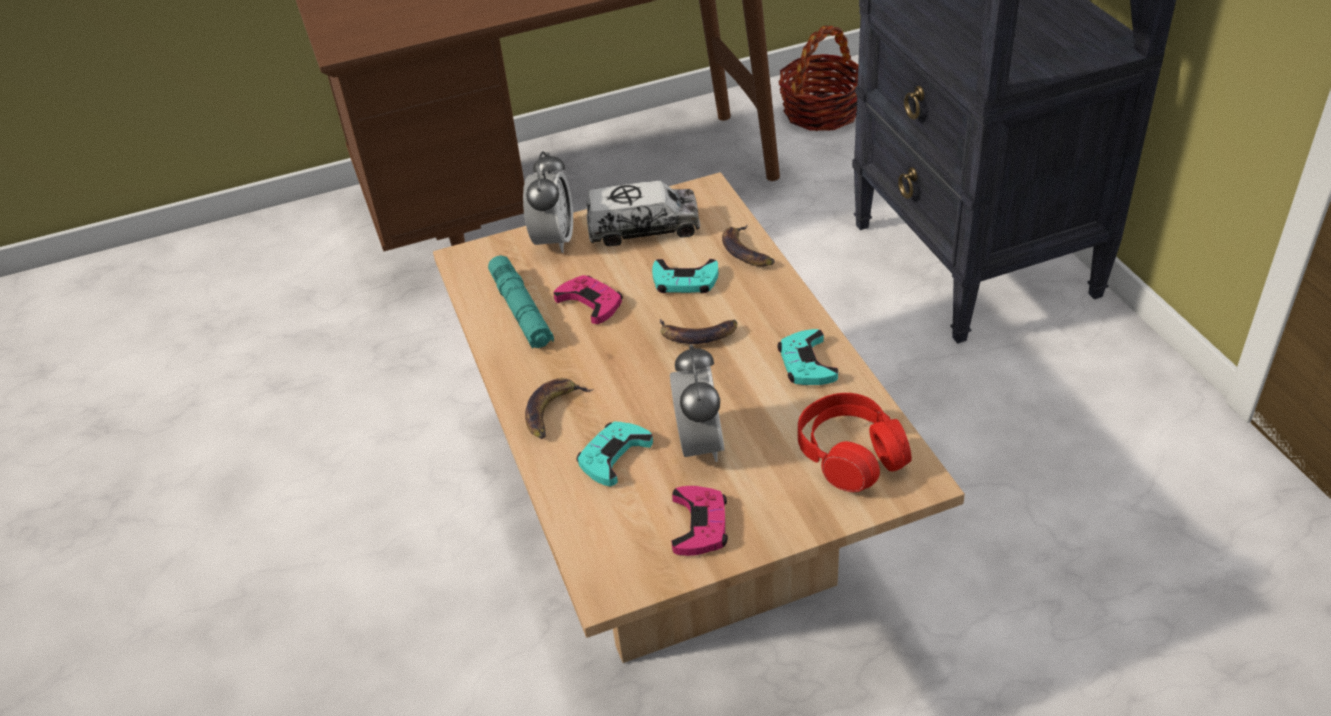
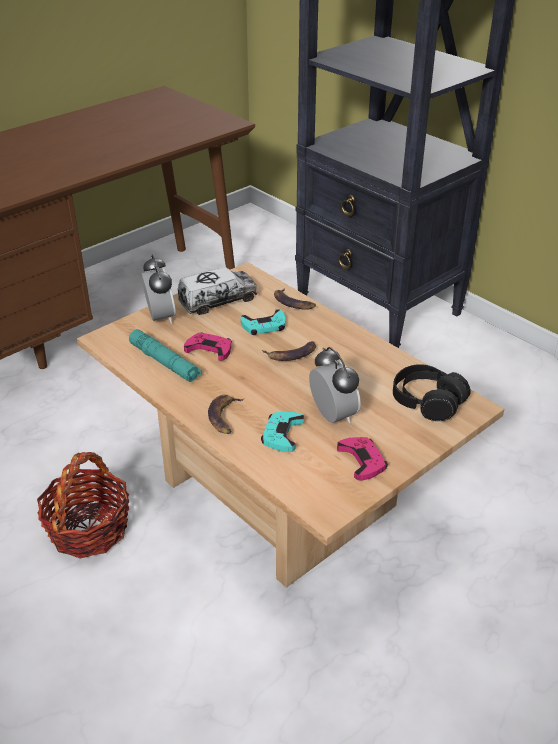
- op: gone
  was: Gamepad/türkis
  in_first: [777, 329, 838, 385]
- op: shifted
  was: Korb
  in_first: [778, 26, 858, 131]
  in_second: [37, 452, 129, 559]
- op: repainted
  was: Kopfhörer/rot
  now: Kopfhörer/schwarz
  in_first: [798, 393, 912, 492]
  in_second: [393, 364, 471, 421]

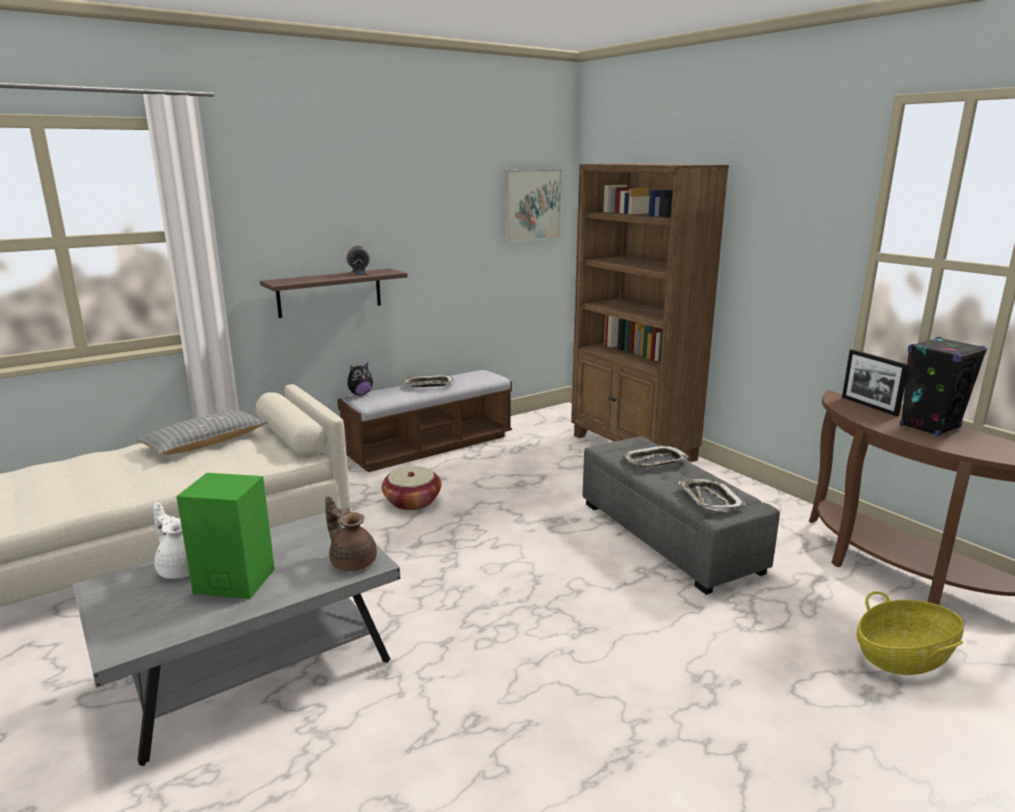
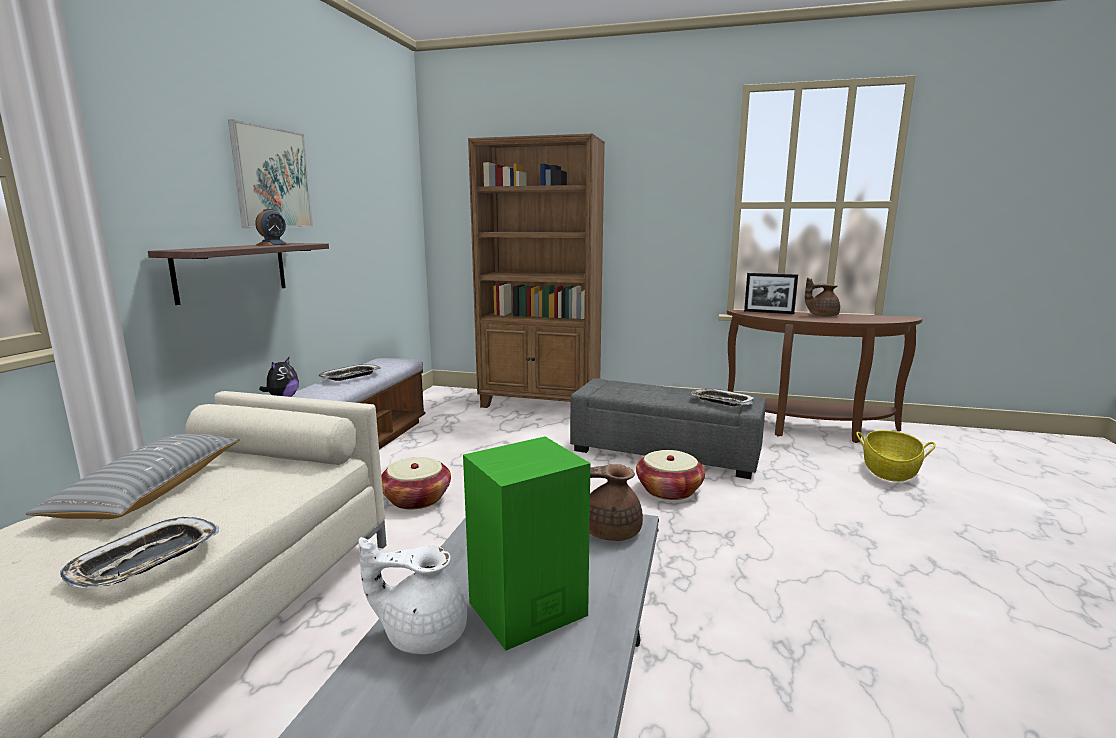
- op: shifted
  was: Bild
  in_first: [504, 169, 562, 243]
  in_second: [228, 119, 313, 228]
- op: shifted
  was: Tablett
  in_first: [622, 445, 688, 467]
  in_second: [60, 517, 219, 588]
- op: swapped
  was: Lautsprecher/schwarz
  now: Teekanne/braun
  in_first: [900, 337, 987, 437]
  in_second: [805, 278, 840, 316]
- op: new
  now: Korb
  in_second: [636, 450, 705, 500]

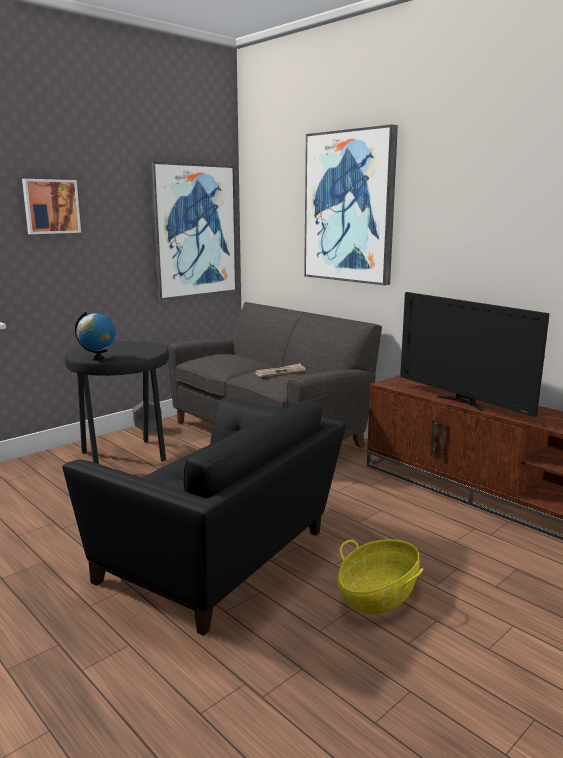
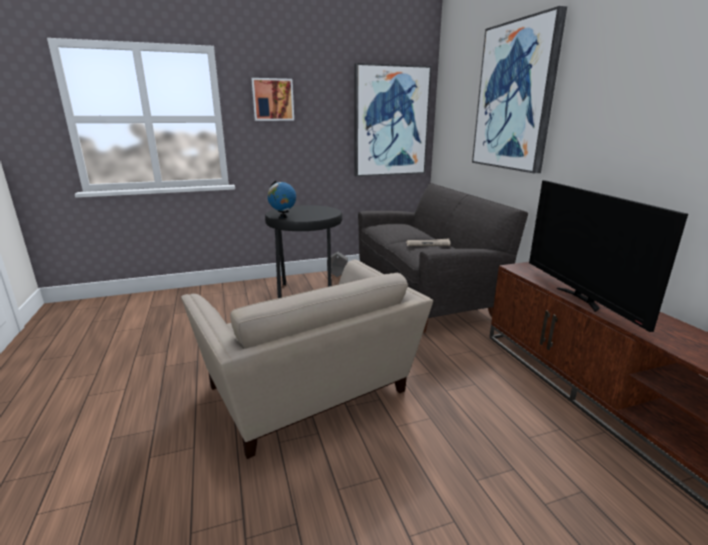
- op: repainted
  was: Sessel/schwarz
  now: Sessel/beige
  in_first: [62, 397, 346, 636]
  in_second: [181, 259, 433, 459]
- op: gone
  was: Korb
  in_first: [337, 539, 423, 615]

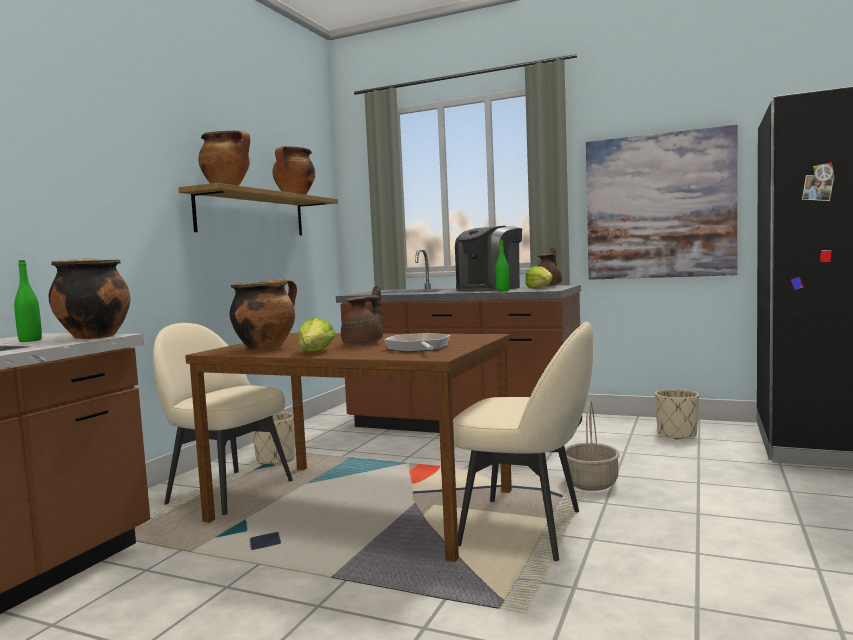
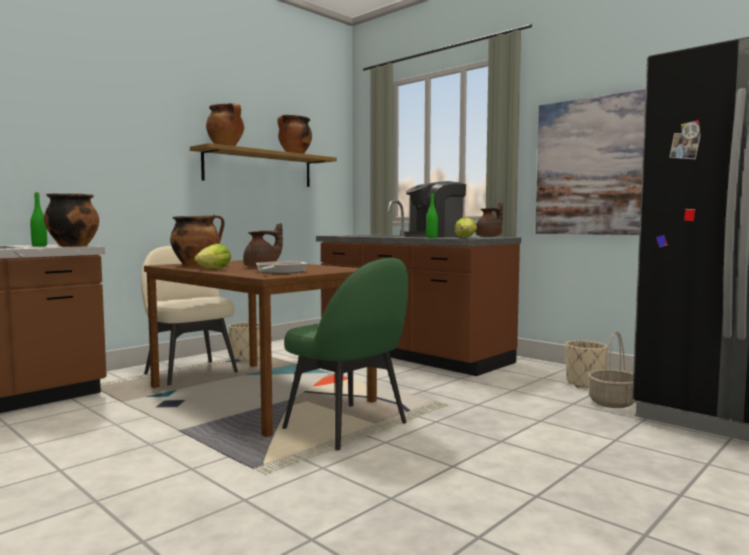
- op: repainted
  was: Stuhl/beige
  now: Stuhl/grün
  in_first: [453, 321, 593, 561]
  in_second: [283, 258, 408, 450]
- op: shifted
  was: Korb
  in_first: [565, 400, 620, 491]
  in_second: [588, 331, 635, 408]

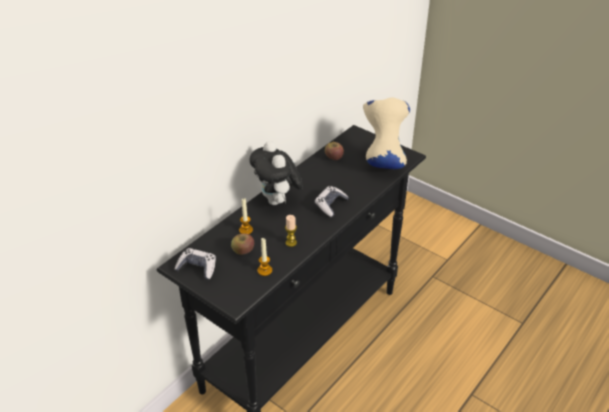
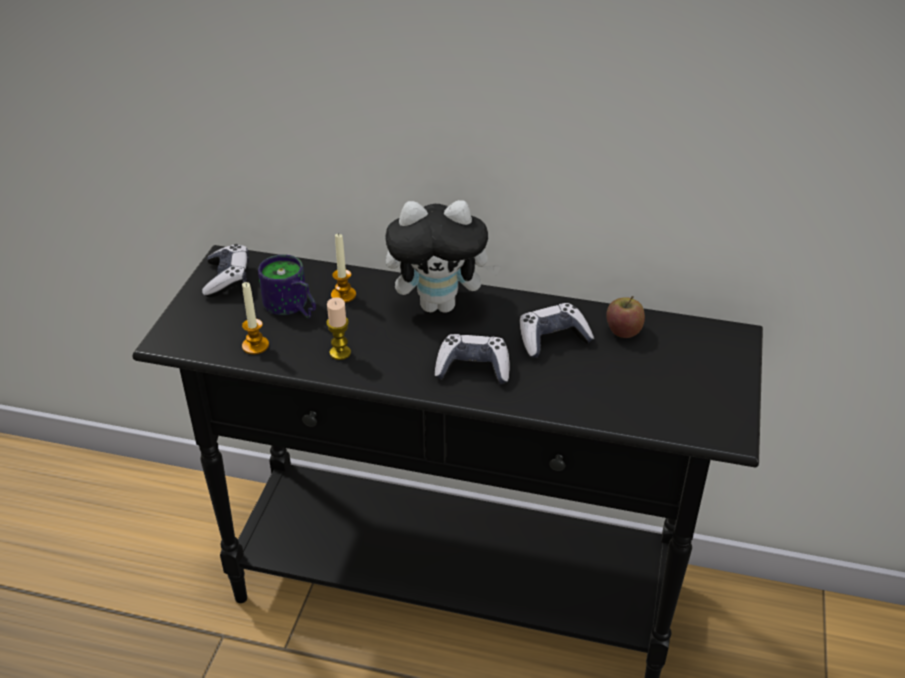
- op: swapped
  was: Apfel
  now: Henkelbecher
  in_first: [231, 233, 254, 255]
  in_second: [258, 254, 316, 318]
- op: rotated
  was: Plüschtier
  in_first: [249, 141, 303, 205]
  in_second: [385, 200, 501, 313]
  clockwise: -135
- op: gone
  was: Vase/beige
  in_first: [363, 97, 410, 169]
- op: new
  now: Gamepad
  in_second: [520, 303, 594, 358]

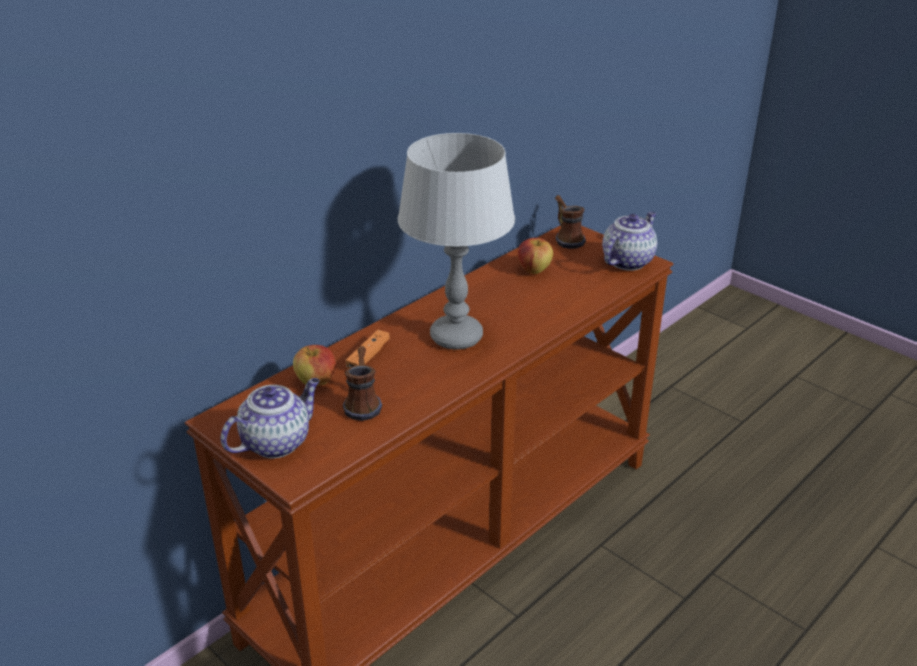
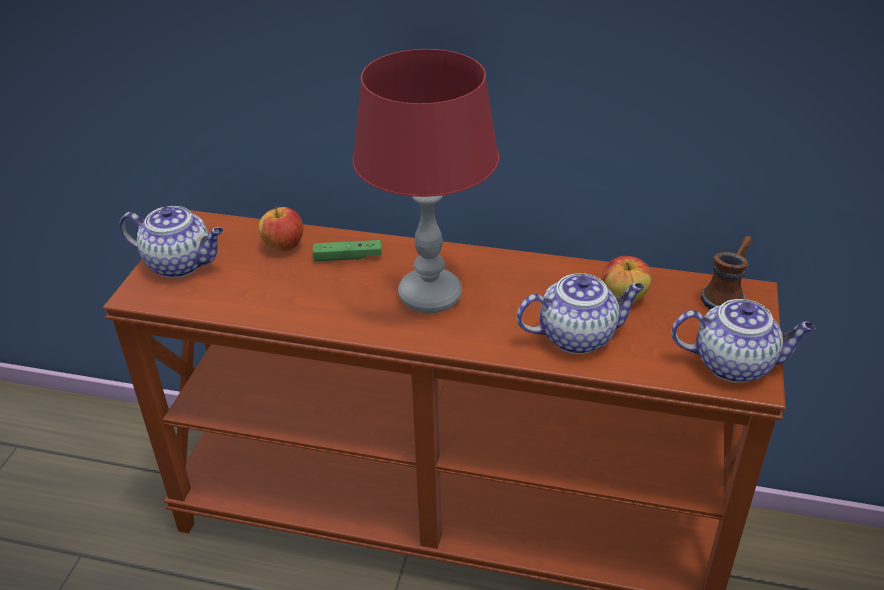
- op: gone
  was: Henkelbecher
  in_first: [343, 346, 382, 421]
- op: repainted
  was: Gamepad/orange
  now: Gamepad/grün
  in_first: [346, 330, 390, 369]
  in_second: [313, 240, 382, 261]
- op: repainted
  was: Tischlampe/grau
  now: Tischlampe/rot
  in_first: [398, 133, 515, 350]
  in_second: [353, 49, 499, 313]
- op: new
  now: Teekanne
  in_second: [516, 273, 645, 354]

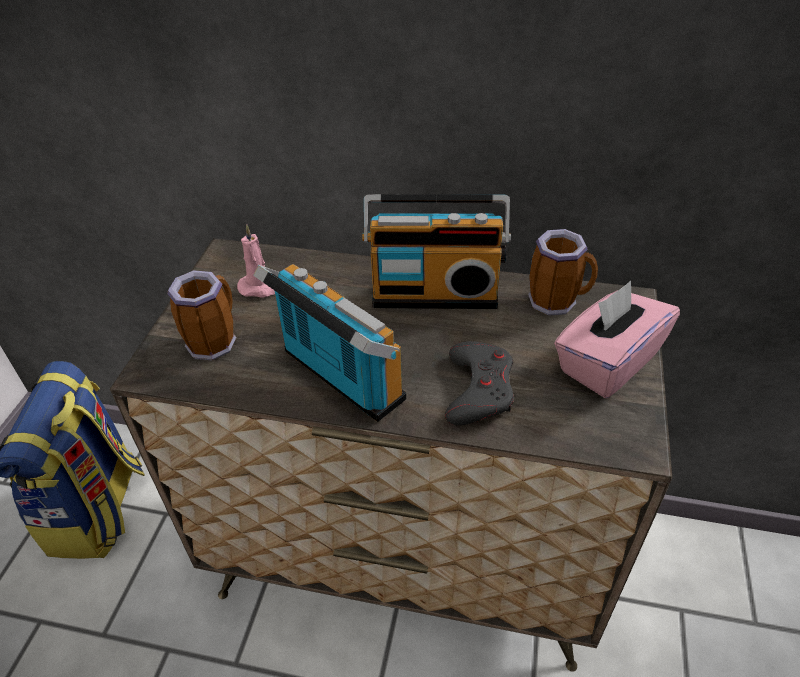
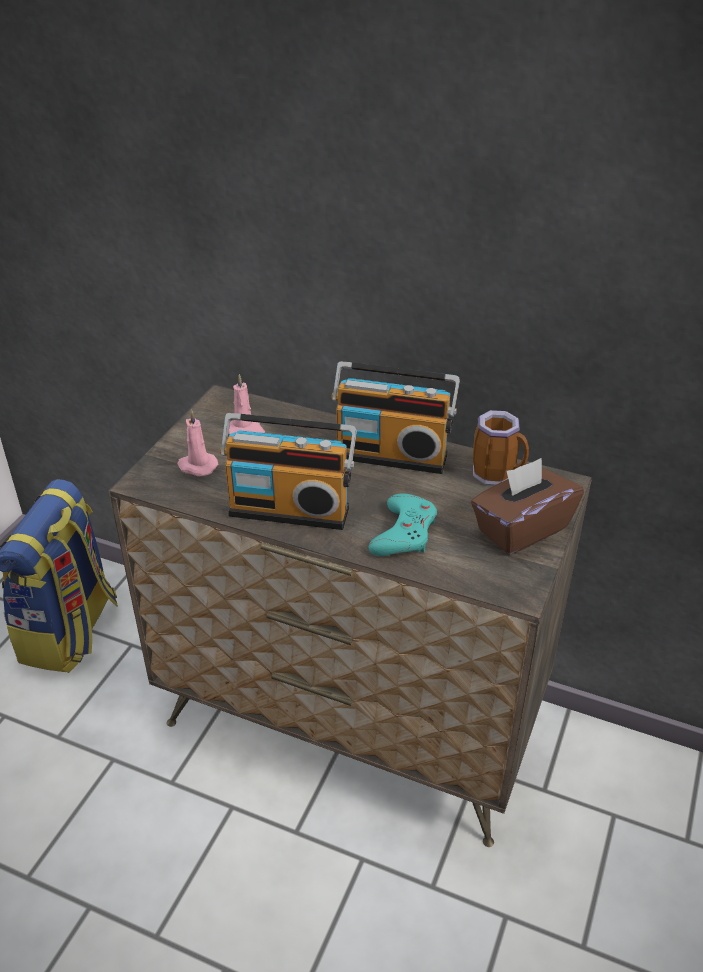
- op: swapped
  was: Henkelbecher
  now: Kerze/rosa
  in_first: [167, 270, 236, 361]
  in_second: [178, 410, 218, 476]
- op: rotated
  was: Radio
  in_first: [253, 264, 406, 422]
  in_second: [220, 413, 357, 530]
  clockwise: 135
- op: repainted
  was: Gamepad/grau
  now: Gamepad/türkis
  in_first: [445, 341, 514, 425]
  in_second: [369, 494, 437, 556]
- op: repainted
  was: Taschentuchbox/rosa
  now: Taschentuchbox/braun
  in_first: [554, 281, 680, 398]
  in_second: [471, 458, 584, 554]

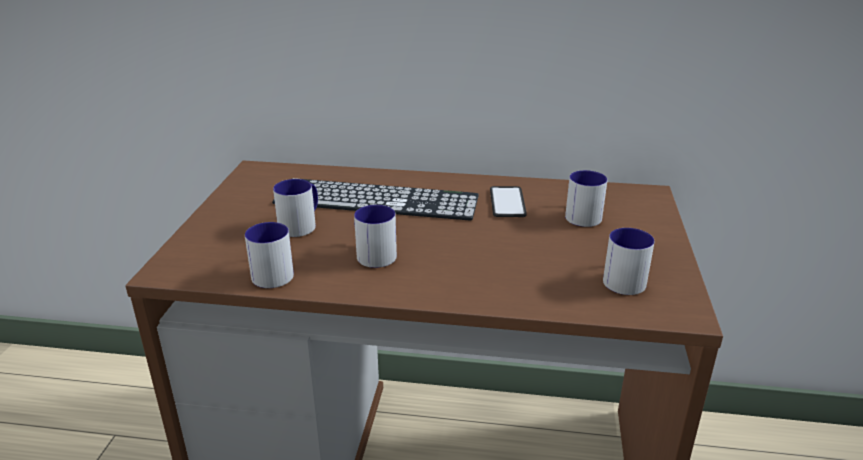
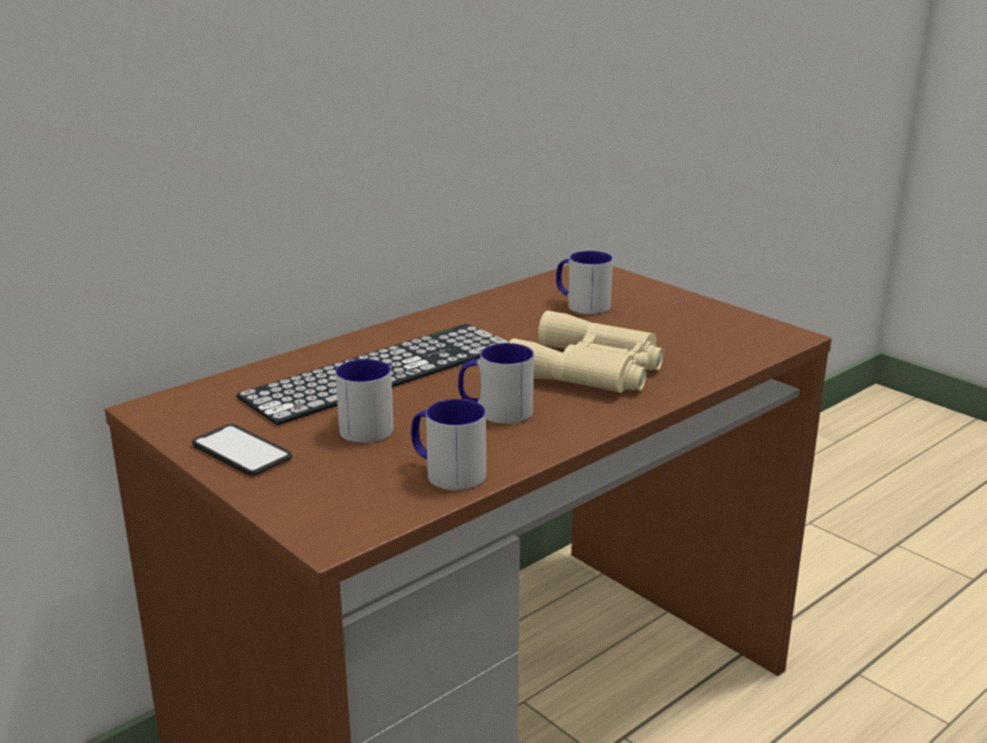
- op: shifted
  was: Handy
  in_first: [490, 186, 527, 217]
  in_second: [192, 424, 292, 476]
- op: gone
  was: Henkelbecher
  in_first: [603, 228, 655, 295]
- op: new
  now: Fernglas/beige
  in_second: [509, 311, 663, 393]

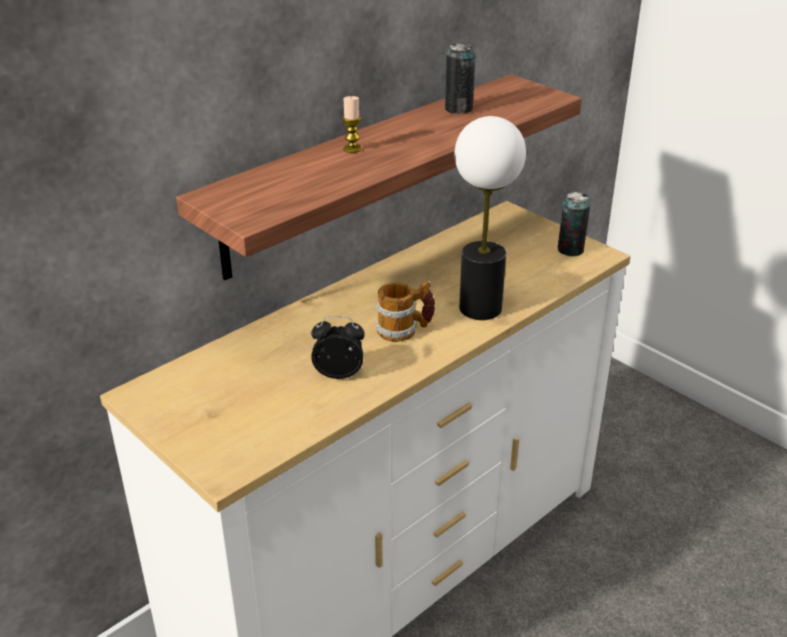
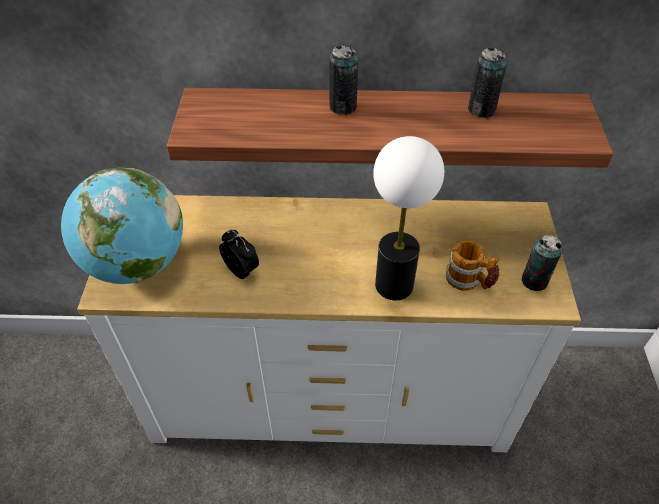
- op: swapped
  was: Kerze
  now: Dose
  in_first: [342, 96, 362, 153]
  in_second: [329, 45, 358, 115]
- op: shifted
  was: Henkelbecher
  in_first: [375, 280, 435, 342]
  in_second: [446, 240, 500, 291]
- op: new
  now: Globus
  in_second: [61, 168, 183, 284]

